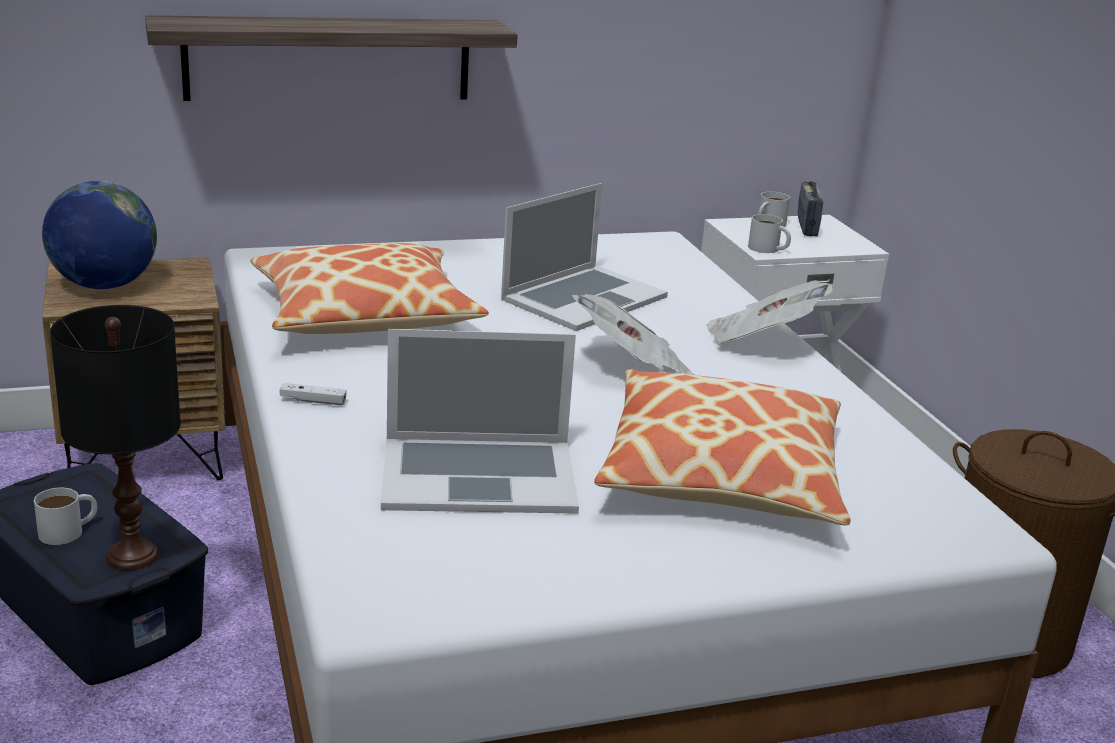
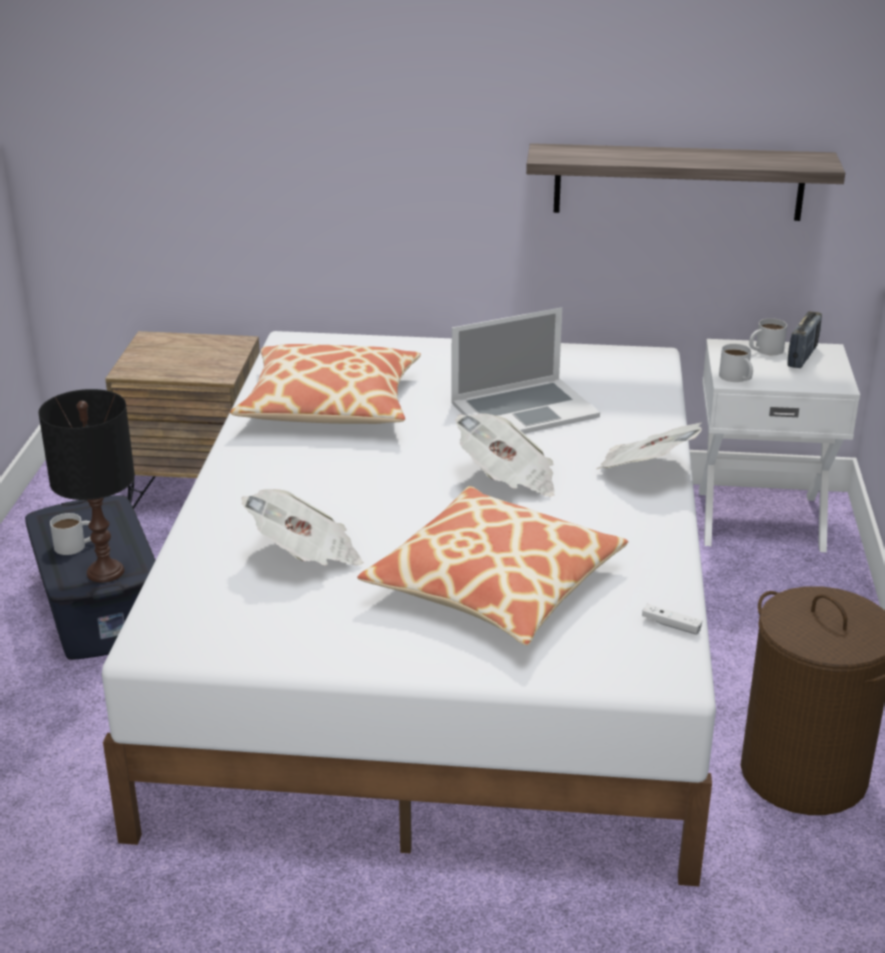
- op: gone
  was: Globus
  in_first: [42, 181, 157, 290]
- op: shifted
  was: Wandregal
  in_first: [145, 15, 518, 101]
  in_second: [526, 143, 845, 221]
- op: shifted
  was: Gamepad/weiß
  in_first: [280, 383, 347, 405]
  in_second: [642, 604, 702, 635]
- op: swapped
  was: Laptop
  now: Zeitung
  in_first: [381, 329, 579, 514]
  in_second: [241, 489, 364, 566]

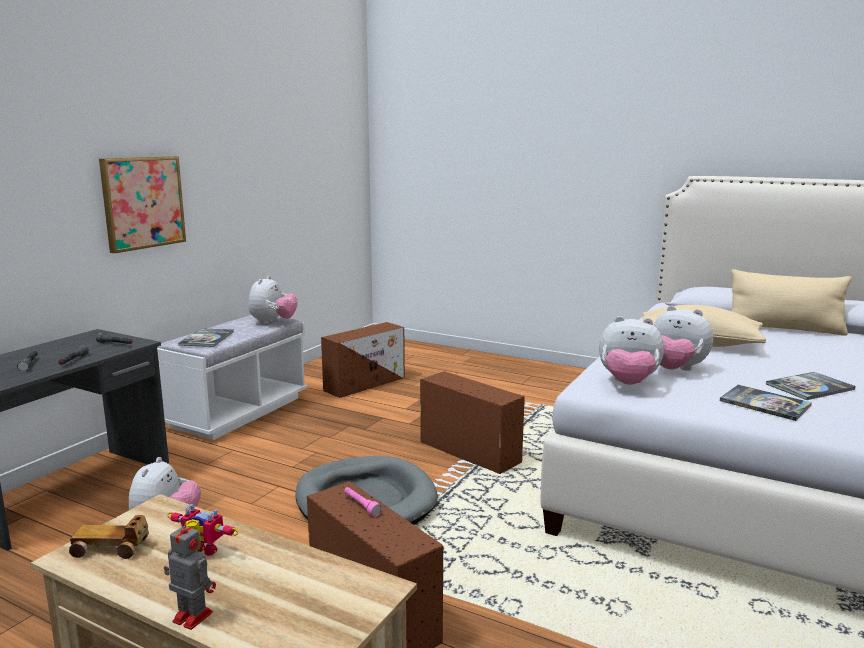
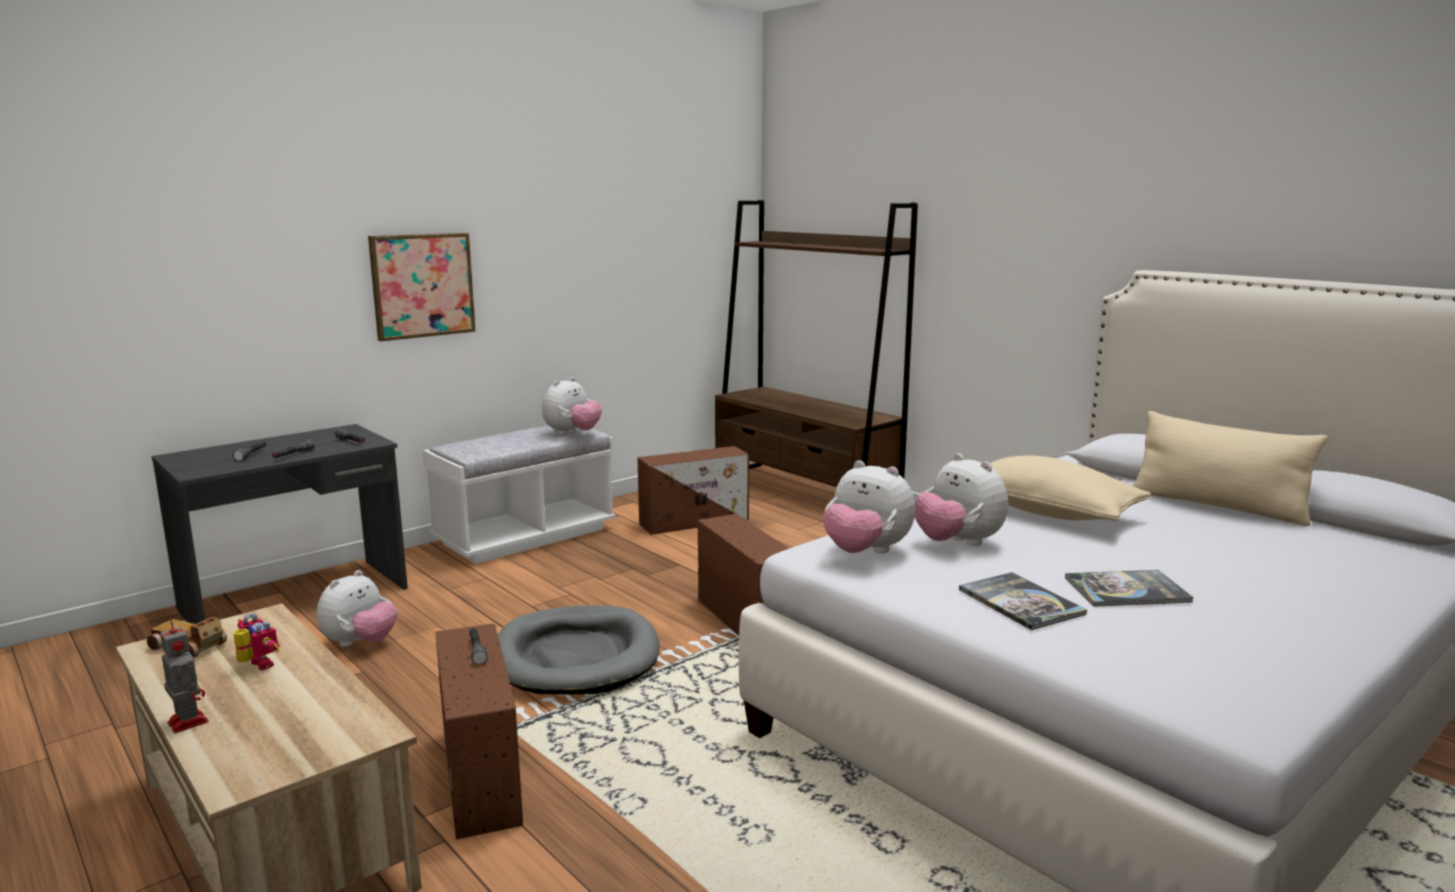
- op: gone
  was: Buch
  in_first: [178, 328, 234, 347]
- op: repainted
  was: Taschenlampe/rosa
  now: Taschenlampe/grau
  in_first: [344, 487, 382, 517]
  in_second: [470, 628, 488, 665]
- op: new
  now: Bücherregal/braun
  in_second: [715, 200, 918, 487]

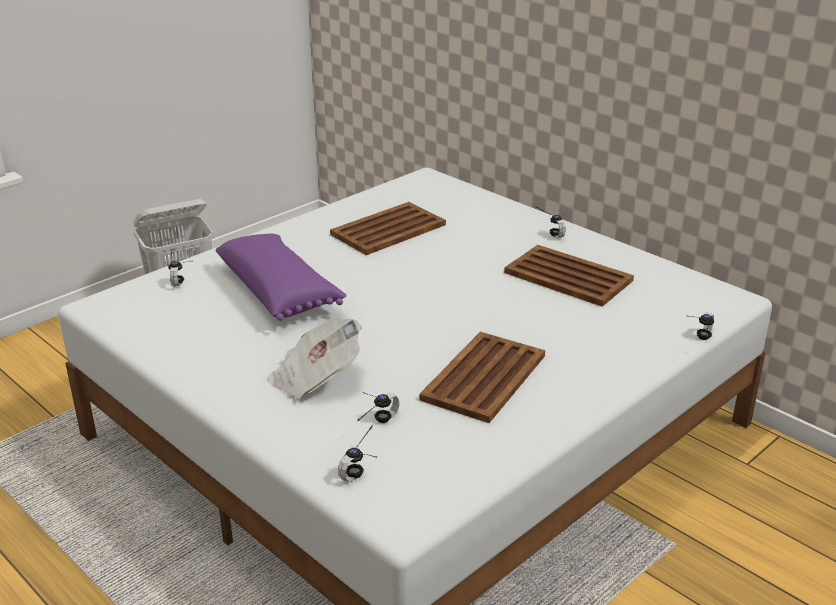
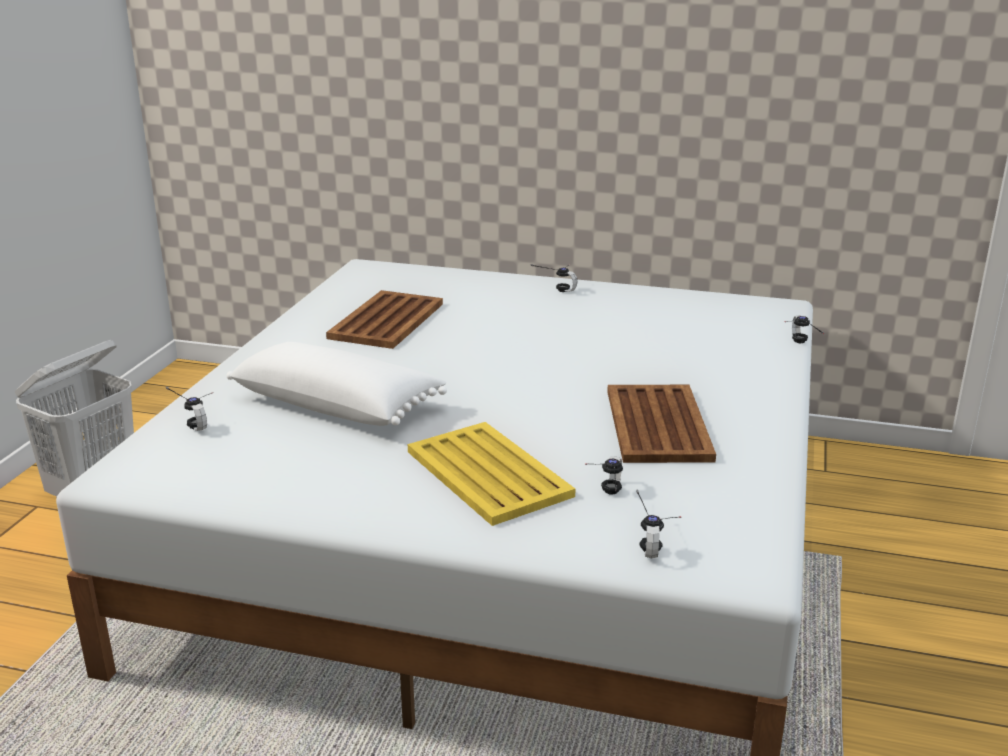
- op: repainted
  was: Kissen/lila
  now: Kissen/weiß
  in_first: [216, 234, 347, 321]
  in_second: [226, 342, 447, 426]
- op: swapped
  was: Zeitung
  now: Tablett/gelb
  in_first: [267, 317, 362, 399]
  in_second: [408, 422, 575, 526]
- op: gone
  was: Tablett/braun
  in_first: [504, 245, 634, 307]

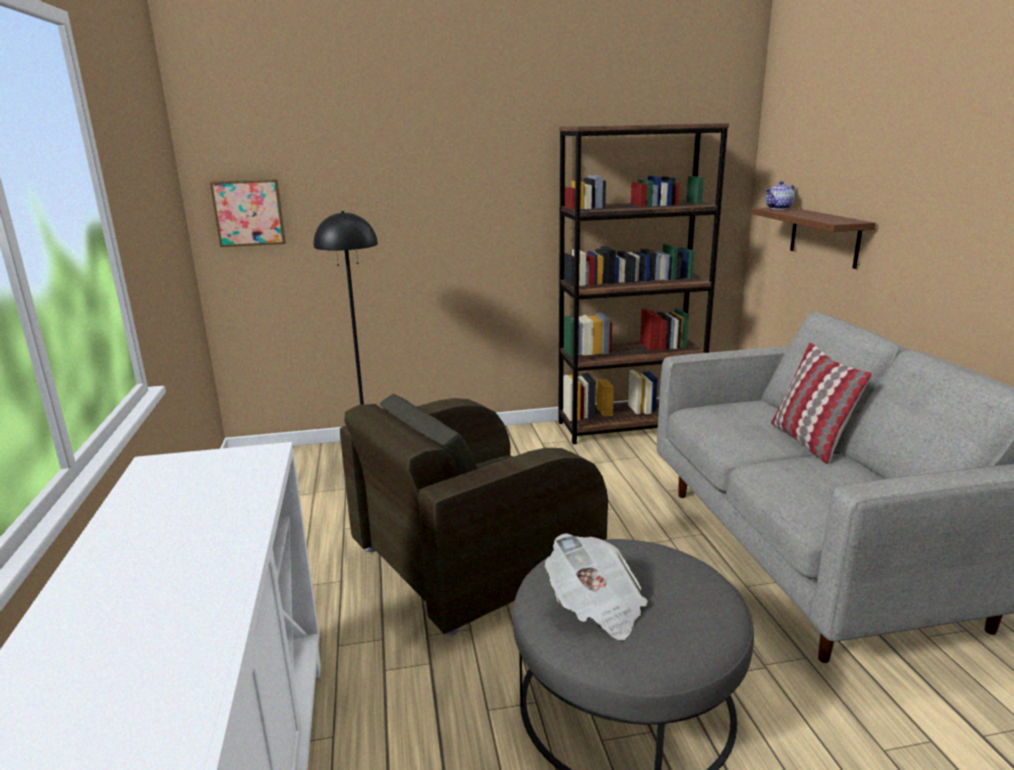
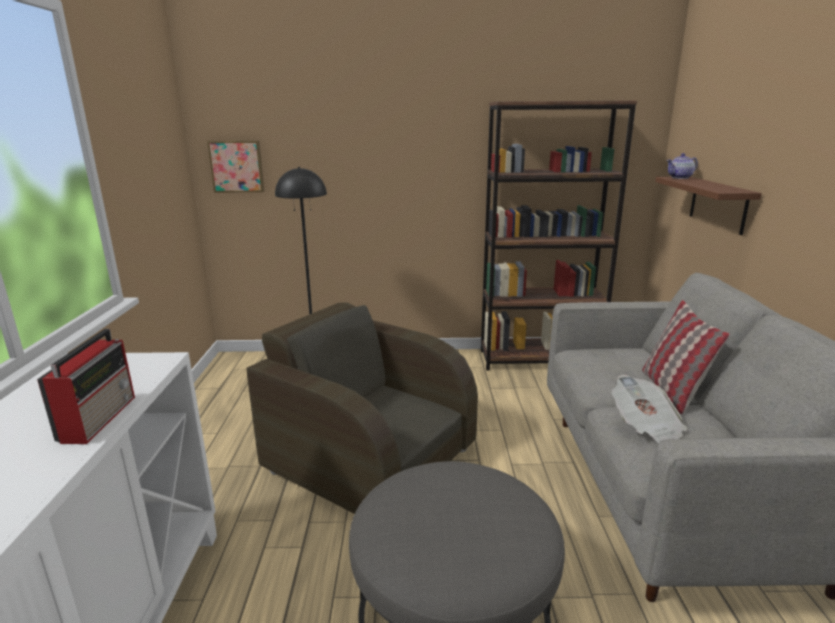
- op: rotated
  was: Sessel/braun
  in_first: [340, 394, 608, 635]
  in_second: [247, 302, 478, 514]
  clockwise: 60
- op: shifted
  was: Zeitung
  in_first: [545, 533, 648, 640]
  in_second: [612, 375, 687, 443]
- op: new
  now: Radio
  in_second: [37, 329, 135, 444]

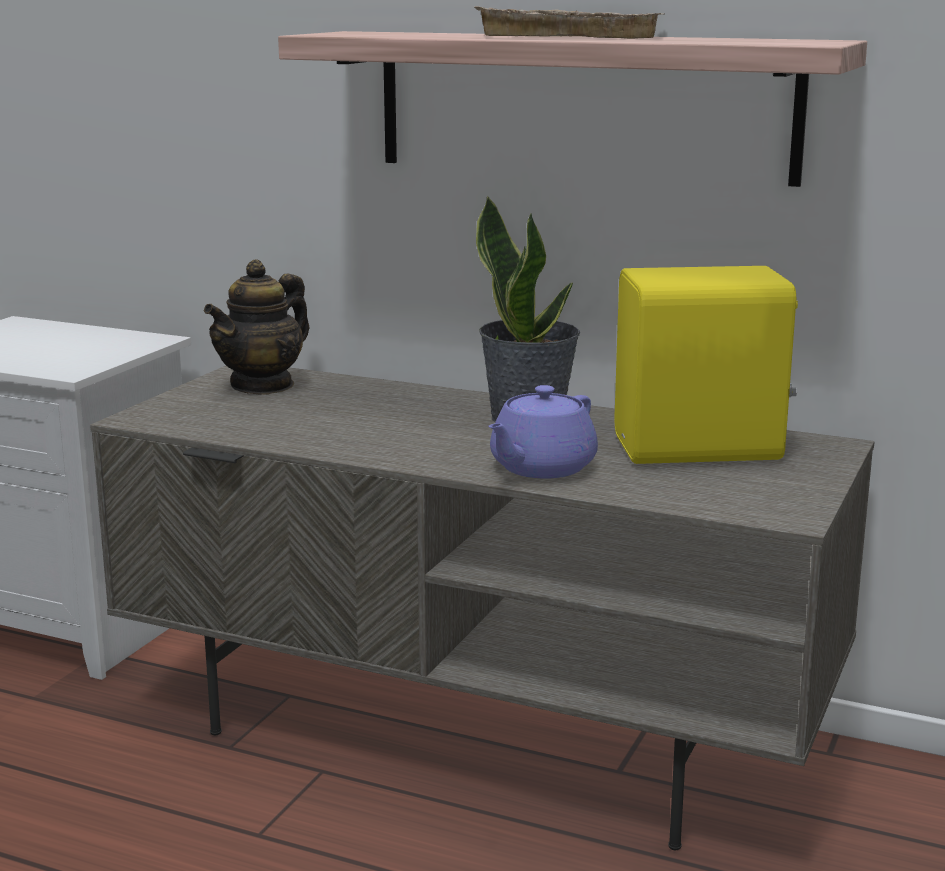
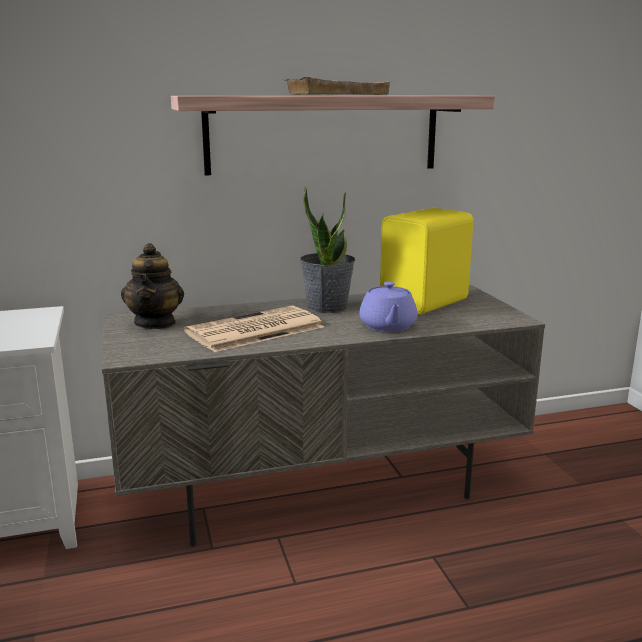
- op: new
  now: Zeitung
  in_second: [184, 305, 324, 352]

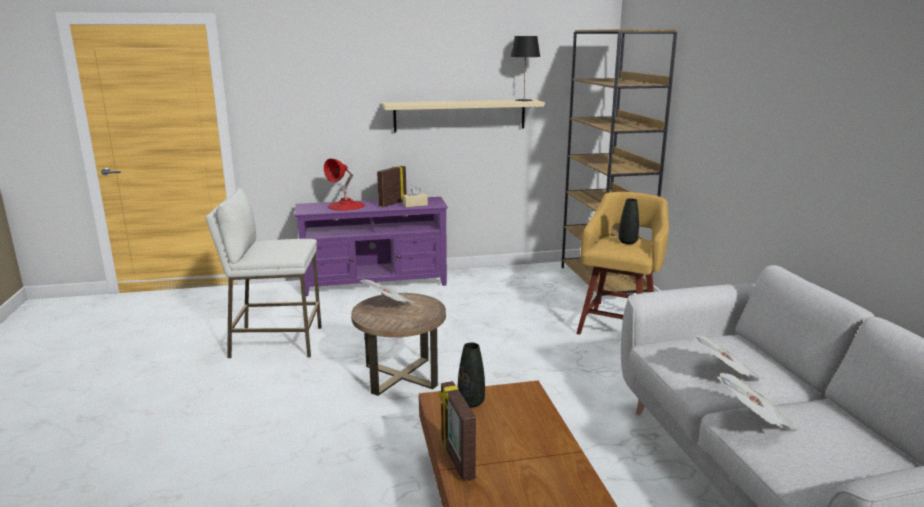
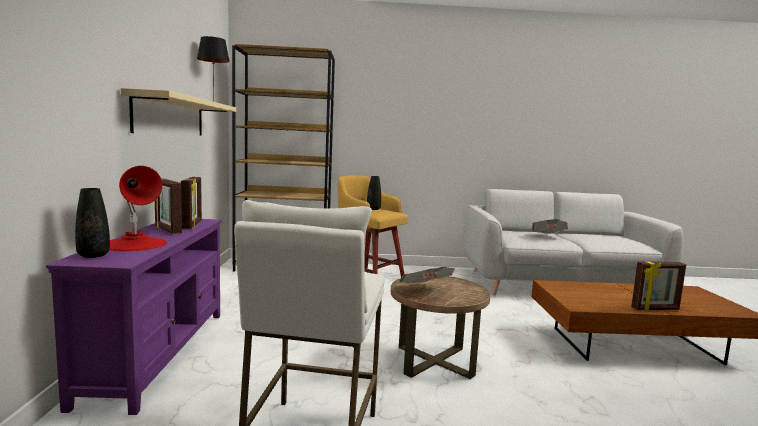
- op: swapped
  was: Taschentuchbox/beige
  now: Bilderrahmen
  in_first: [403, 186, 428, 207]
  in_second: [181, 177, 202, 229]
- op: shifted
  was: Vase/schwarz
  in_first: [458, 343, 485, 408]
  in_second: [75, 188, 110, 258]
- op: gone
  was: Zeitung
  in_first: [717, 373, 800, 430]

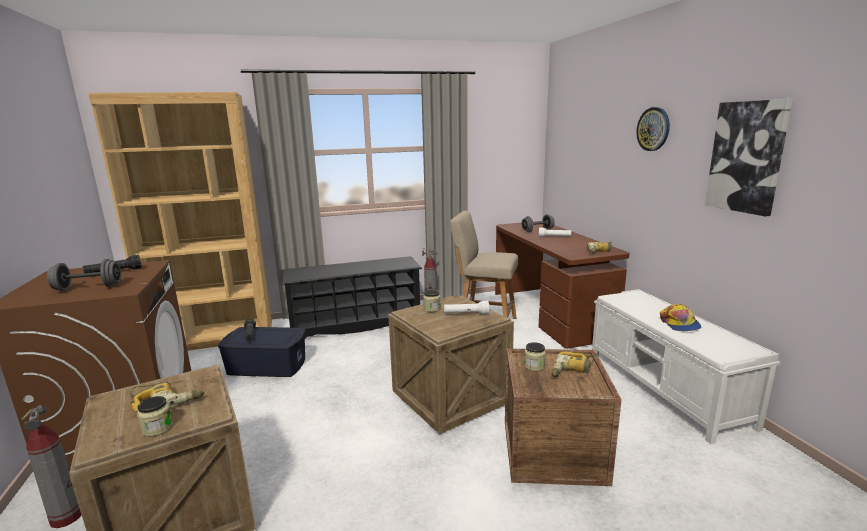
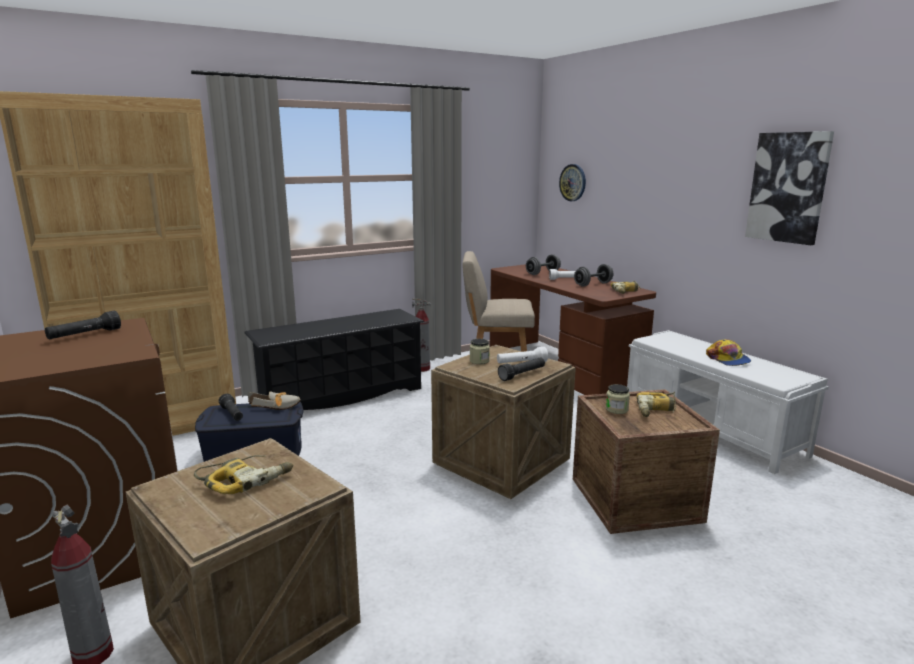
- op: shifted
  was: Hantel/grau
  in_first: [47, 259, 121, 291]
  in_second: [574, 264, 613, 287]
- op: gone
  was: Vorratsglas
  in_first: [137, 396, 173, 437]
- op: shifted
  was: Wanduhr
  in_first: [636, 107, 670, 151]
  in_second: [559, 164, 586, 201]
- op: new
  now: Schuh
  in_second: [248, 391, 301, 410]
- op: new
  now: Taschenlampe/schwarz
  in_second: [498, 357, 545, 381]

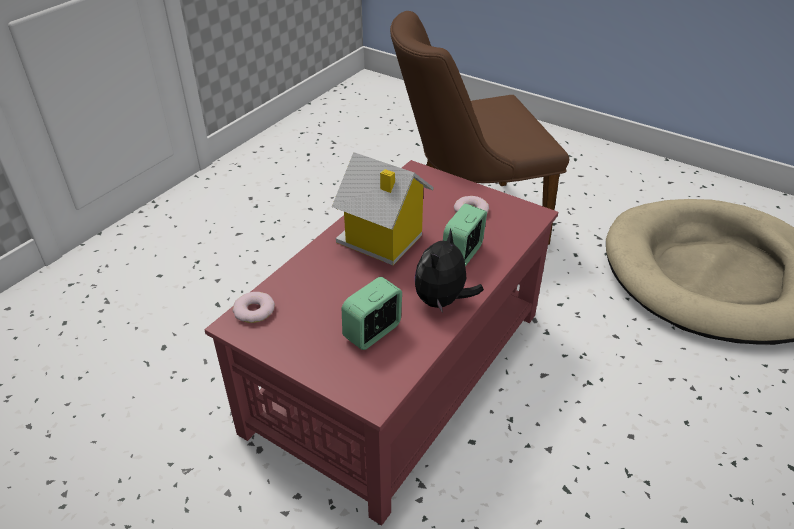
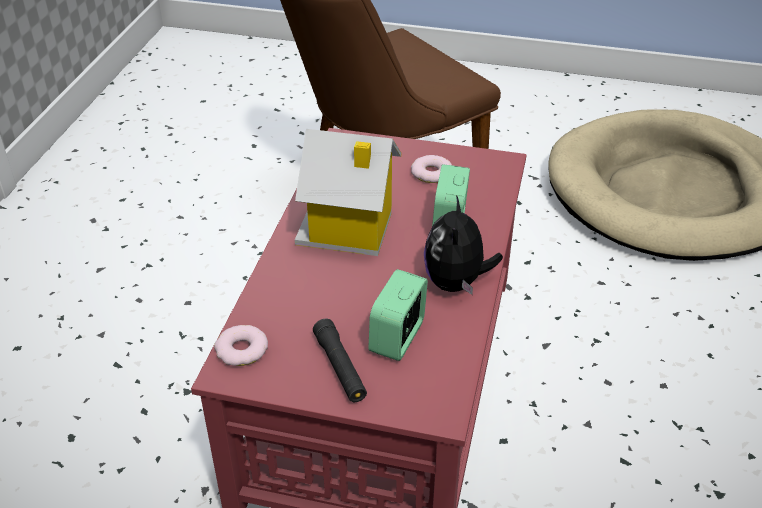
- op: new
  now: Taschenlampe/schwarz
  in_second: [313, 319, 367, 402]

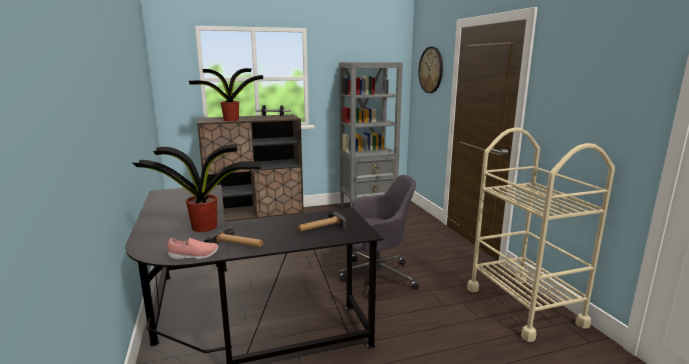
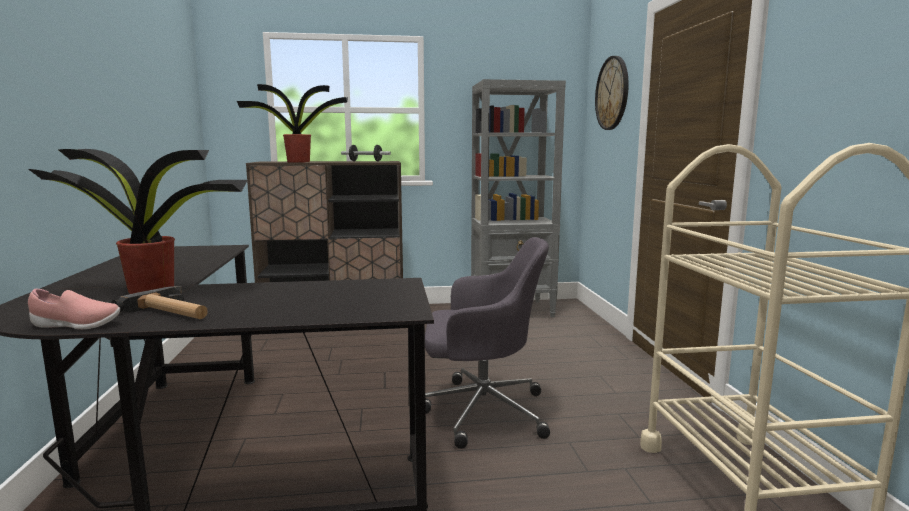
- op: gone
  was: Hammer
  in_first: [298, 211, 346, 232]

